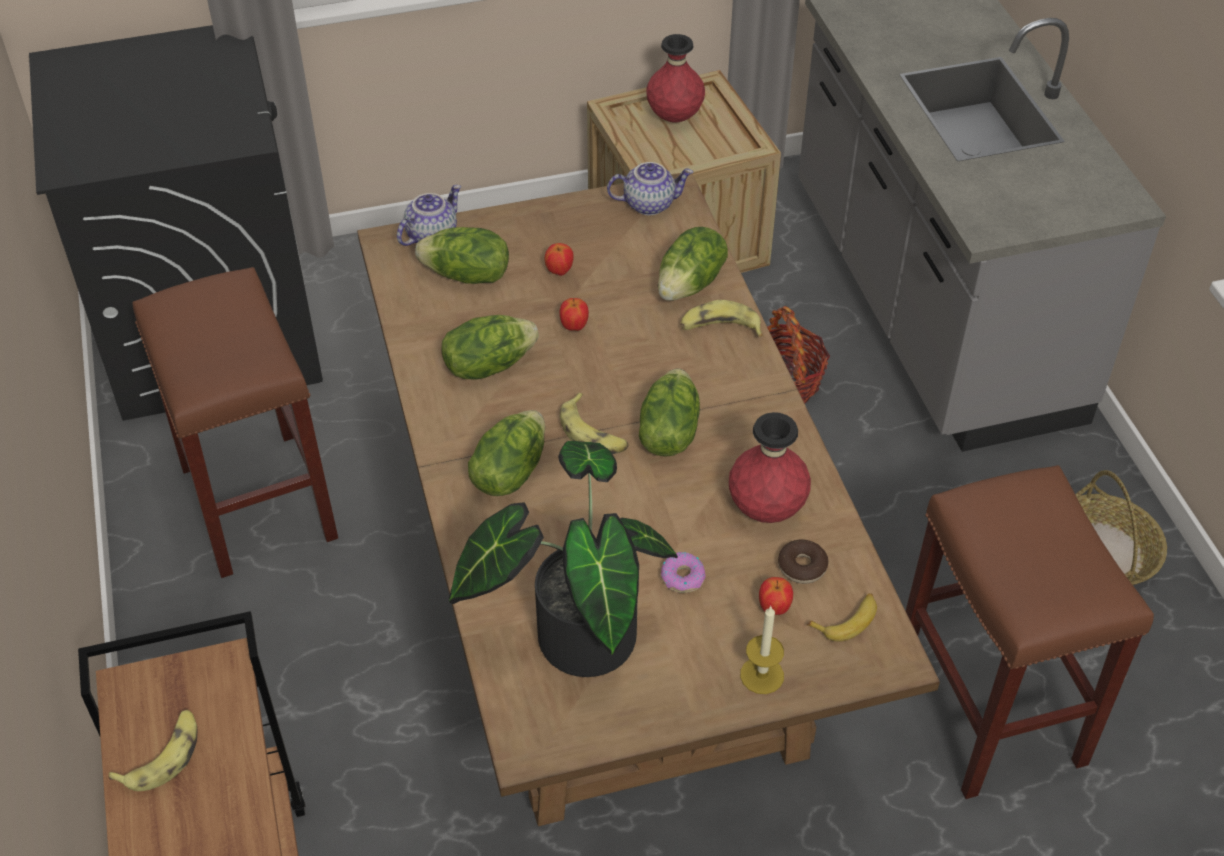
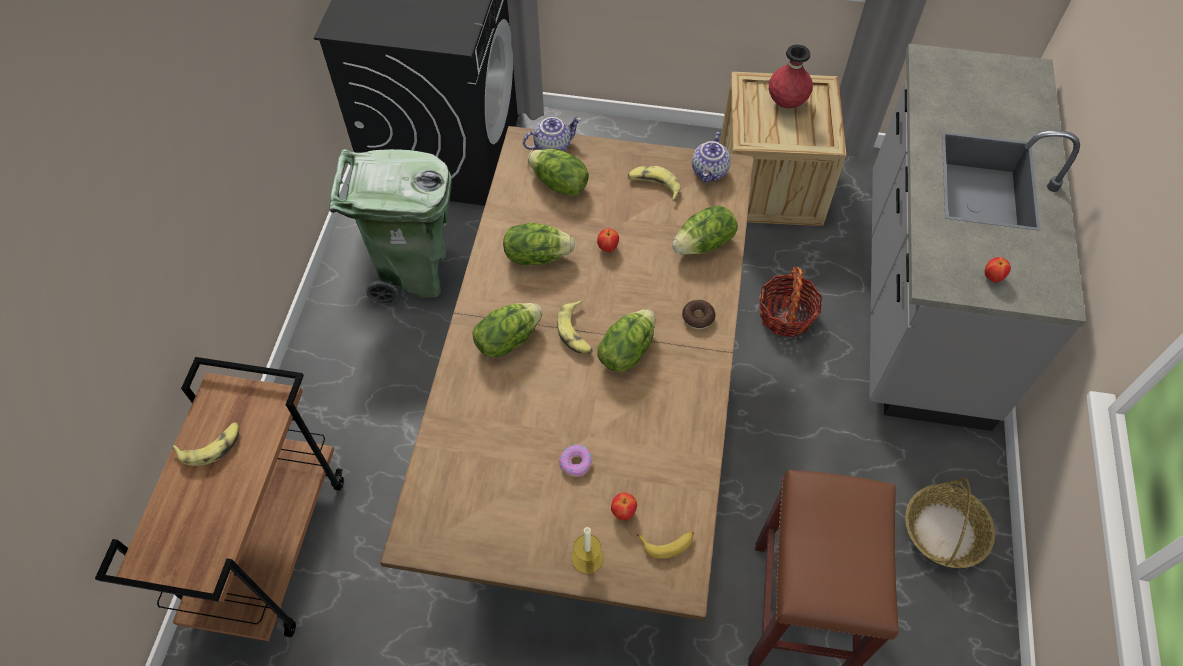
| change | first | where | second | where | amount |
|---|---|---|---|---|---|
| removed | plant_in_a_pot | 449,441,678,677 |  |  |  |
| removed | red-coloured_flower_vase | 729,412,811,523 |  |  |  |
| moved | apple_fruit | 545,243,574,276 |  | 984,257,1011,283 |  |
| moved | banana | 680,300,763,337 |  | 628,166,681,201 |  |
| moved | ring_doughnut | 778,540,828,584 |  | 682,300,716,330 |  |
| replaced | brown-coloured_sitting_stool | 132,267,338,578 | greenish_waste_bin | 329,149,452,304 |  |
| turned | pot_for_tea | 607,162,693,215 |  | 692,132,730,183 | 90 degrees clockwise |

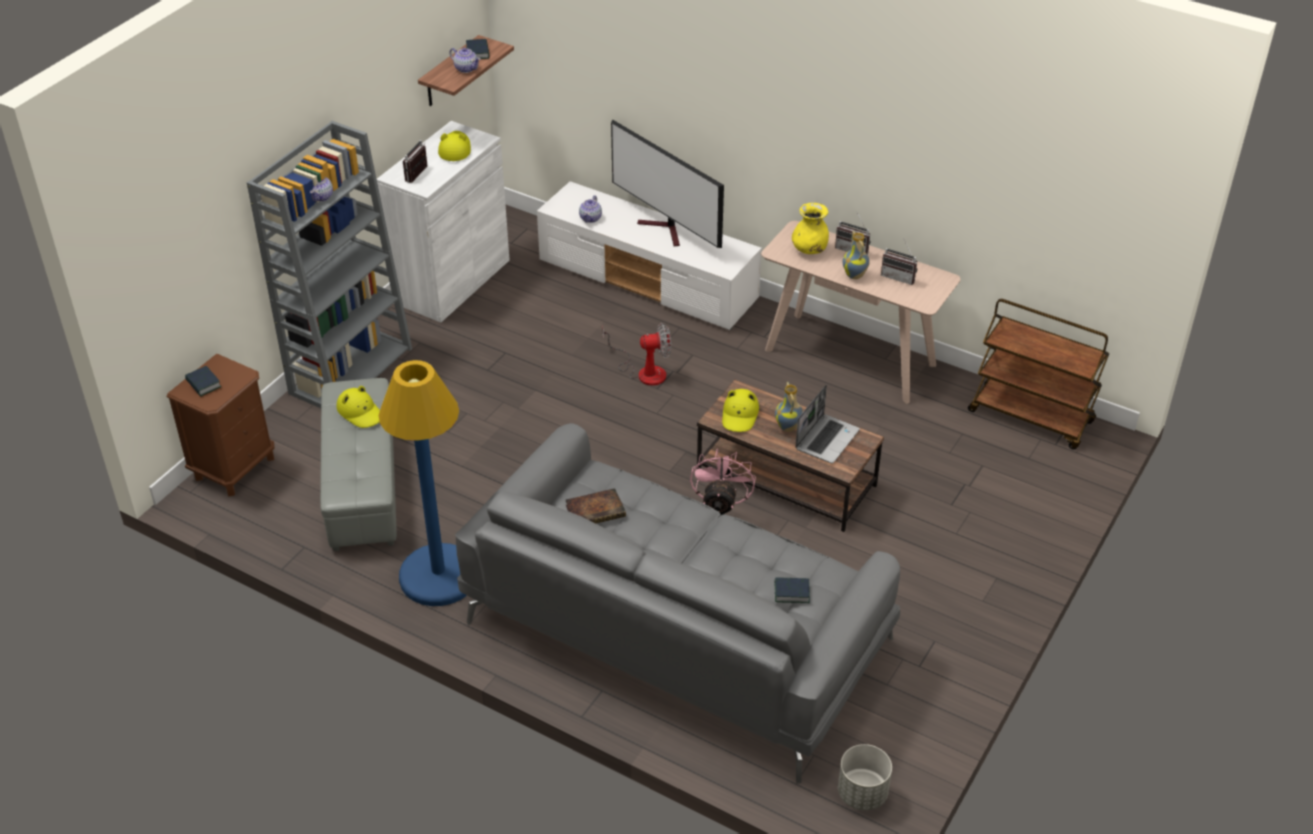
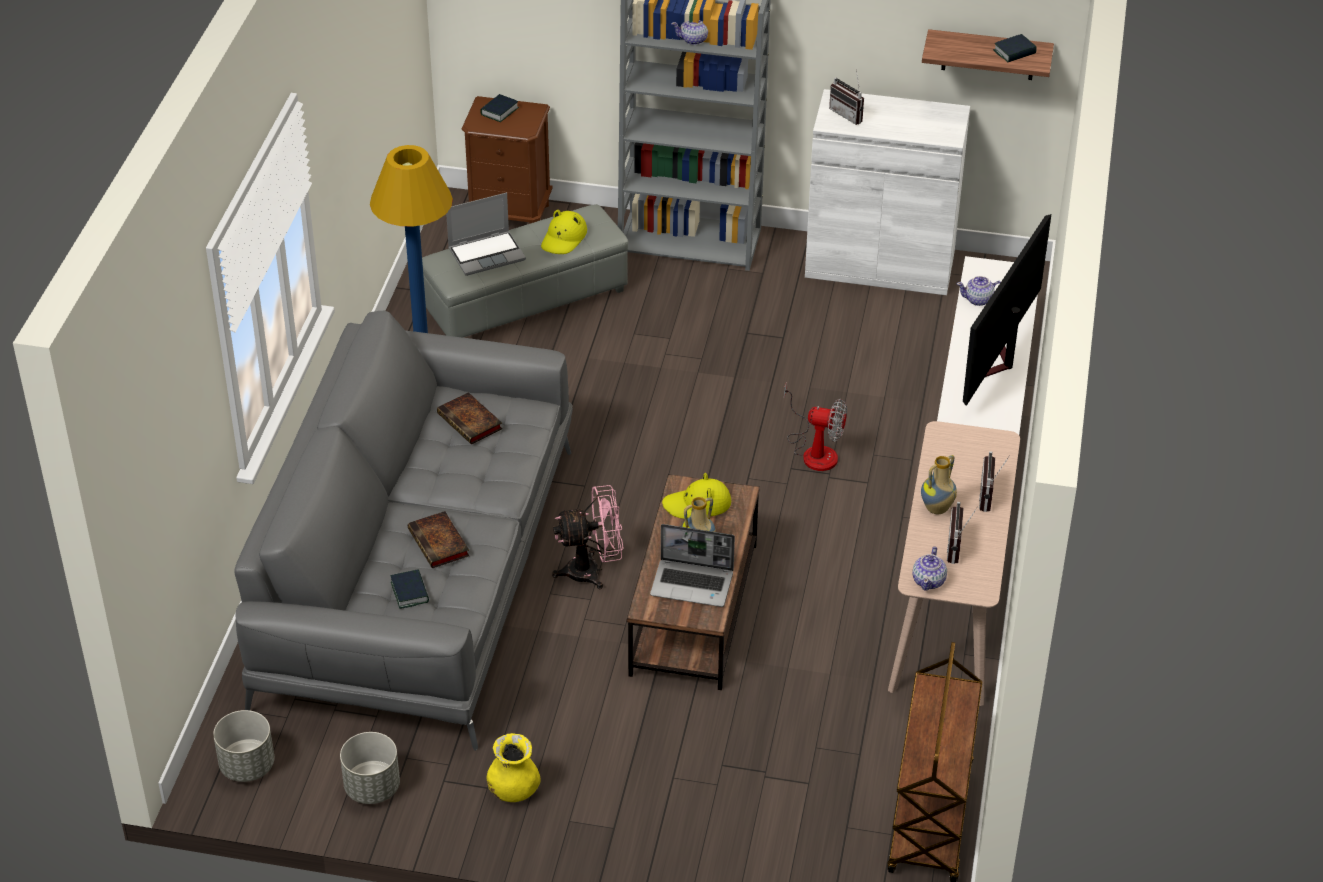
| change | first | where | second | where | amount |
|---|---|---|---|---|---|
| removed | yellow_clothing_hat | 438,131,471,161 |  |  |  |
| added |  |  | gray_plant_pot | 340,732,400,804 |  |
| added |  |  | book | 408,511,469,568 |  |
| added |  |  | portable_computer | 446,193,526,276 |  |
| moved | pot_for_tea | 450,48,480,73 |  | 912,546,947,591 |  |
| moved | yellow_flower_vase | 792,203,829,254 |  | 487,733,541,802 |  |
| turned | radio | 403,140,428,183 |  | 829,70,864,125 | 135 degrees counterclockwise |
| turned | fan | 602,323,671,386 |  | 784,382,847,471 | 45 degrees counterclockwise |

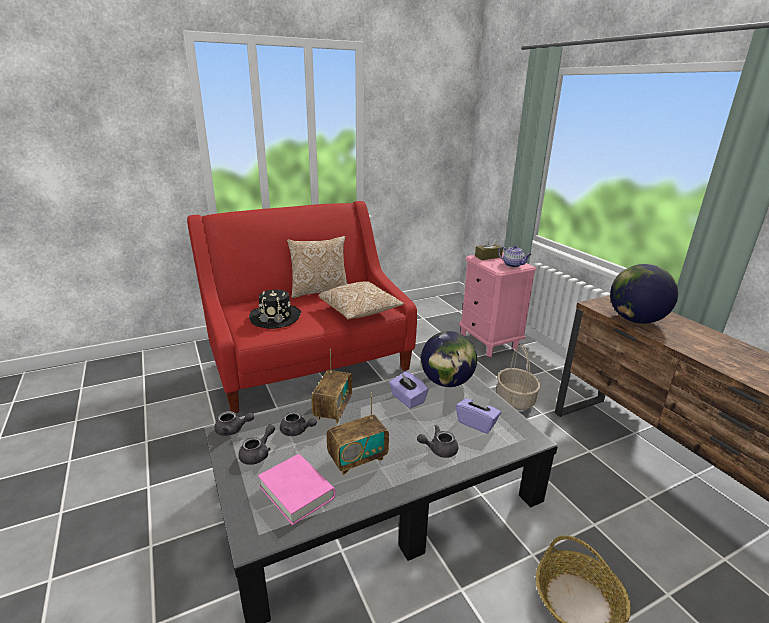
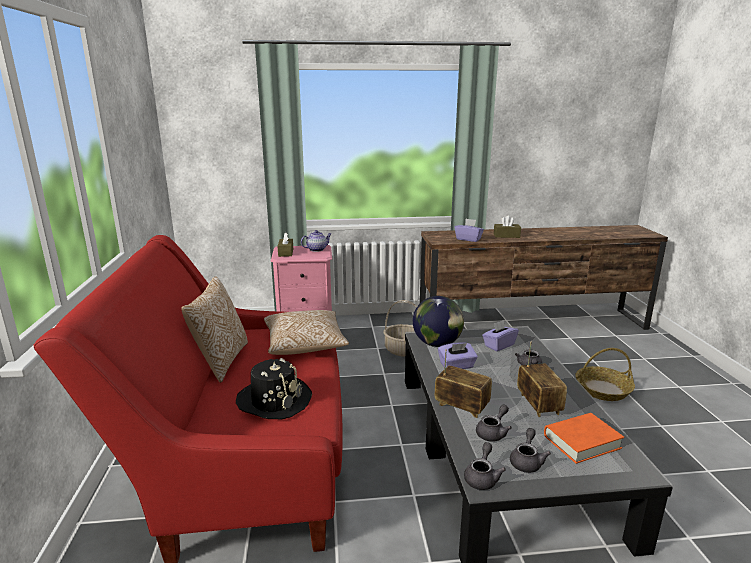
| change | first | where | second | where | amount |
|---|---|---|---|---|---|
| added |  |  | brown-coloured_tissue_holder | 494,215,521,238 |  |
| replaced | globe | 610,264,678,324 | purple-coloured_tissue_holder | 454,219,484,242 |  |
| recoloured | pink_book | 258,454,336,525 | orange_book | 544,413,624,464 |  |
| turned | gray_pot_for_tea | 238,424,275,465 |  | 510,428,551,473 | 60 degrees clockwise |

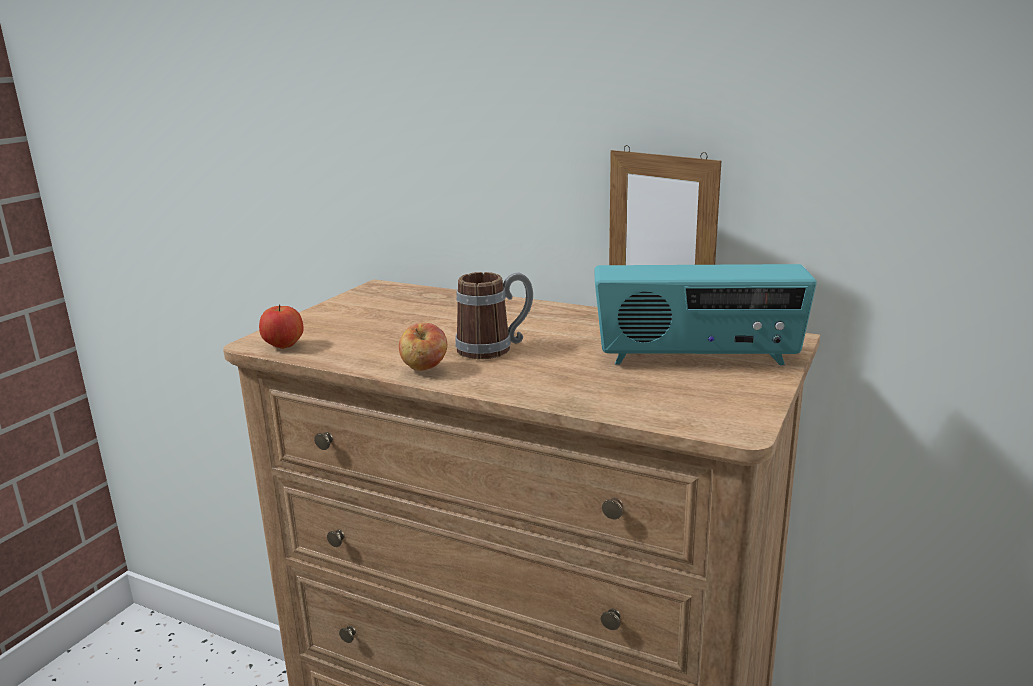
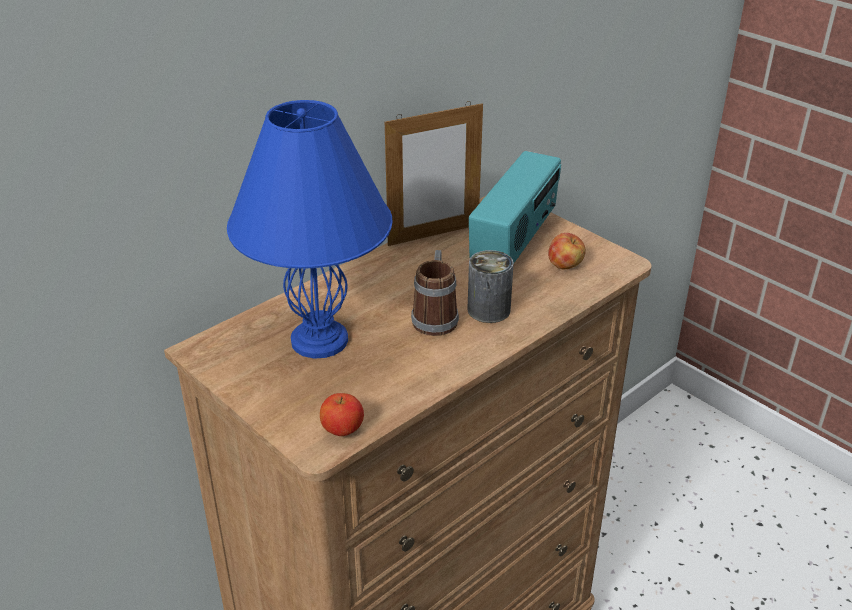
| change | first | where | second | where | amount |
|---|---|---|---|---|---|
| added |  |  | blue_table_lamp | 227,100,393,359 |  |
| added |  |  | can | 467,250,514,323 |  |
| moved | apple_fruit | 399,323,447,371 |  | 548,233,586,269 |  |

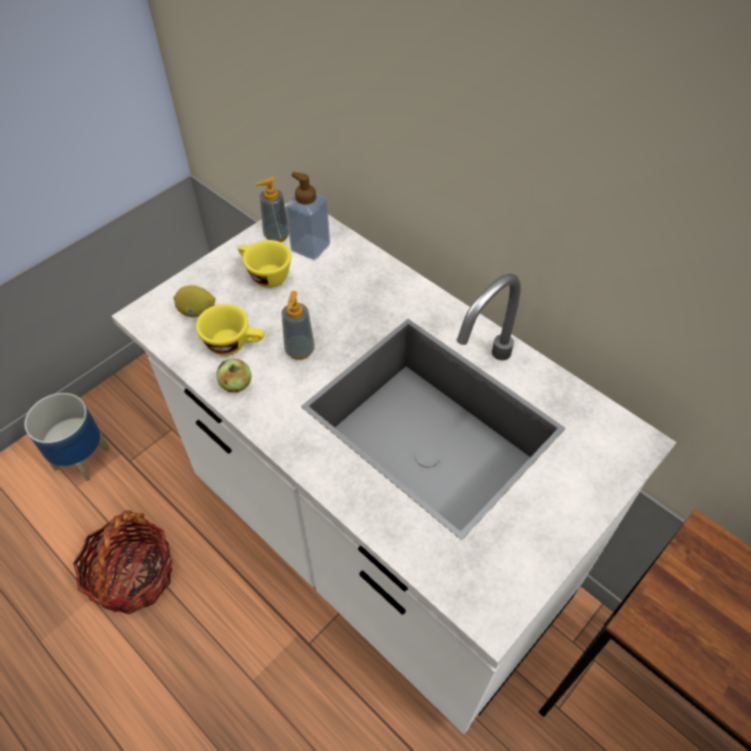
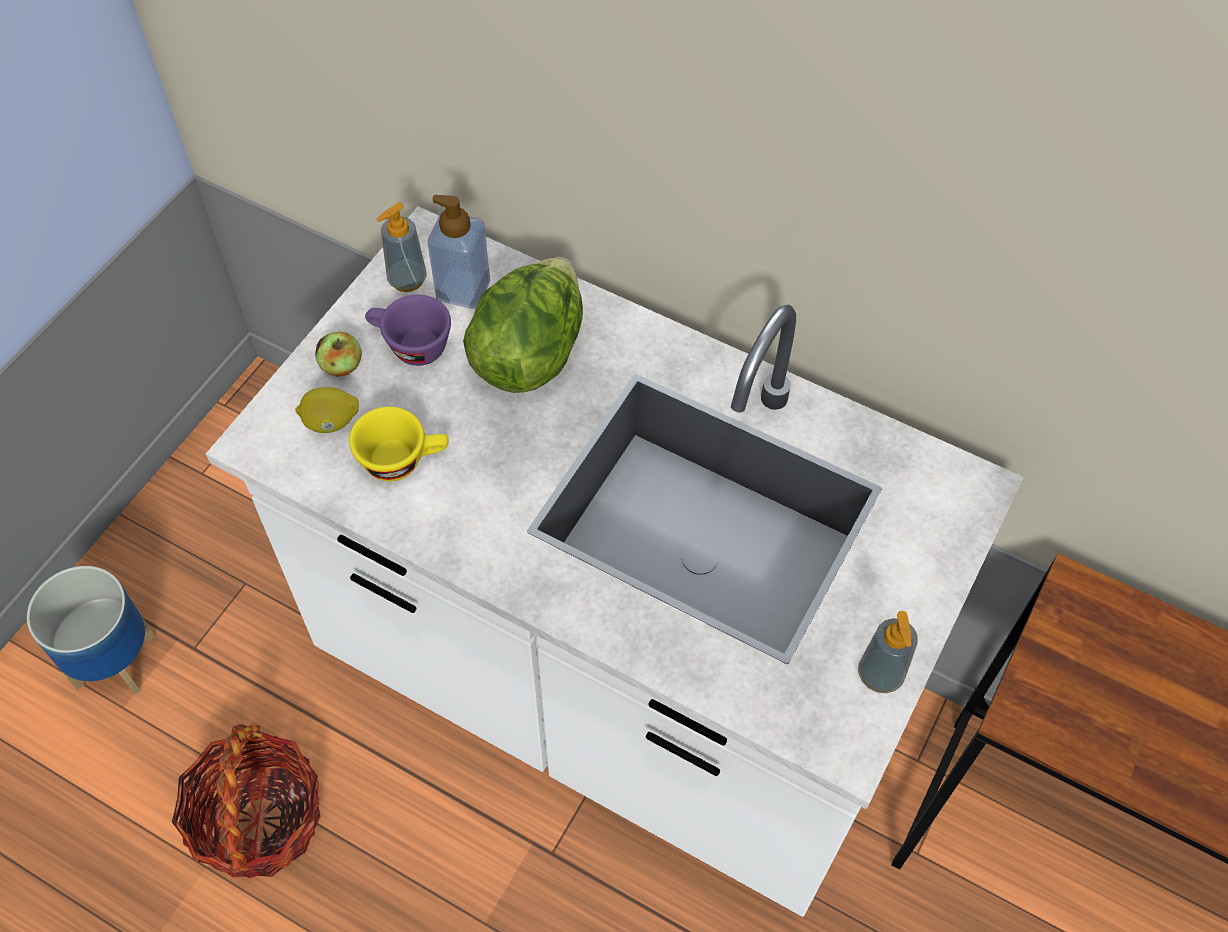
| change | first | where | second | where | amount |
|---|---|---|---|---|---|
| added |  |  | lettuce | 463,257,583,393 |  |
| moved | apple_fruit | 216,359,252,392 |  | 315,332,362,377 |  |
| moved | soap_bottle | 282,291,315,360 |  | 858,611,918,693 |  |
| recoloured | yellow_cup | 238,240,291,288 | purple-coloured_cup | 365,295,451,366 |  |

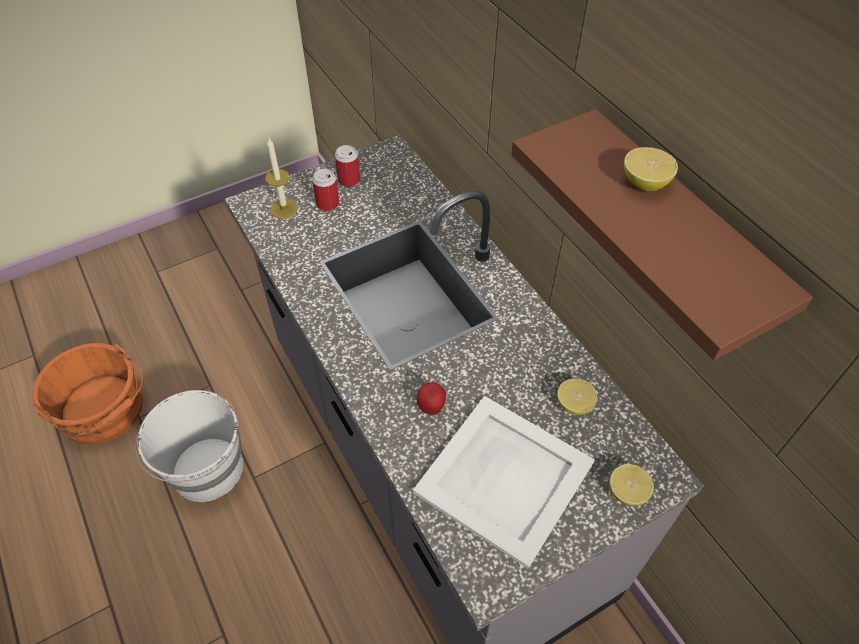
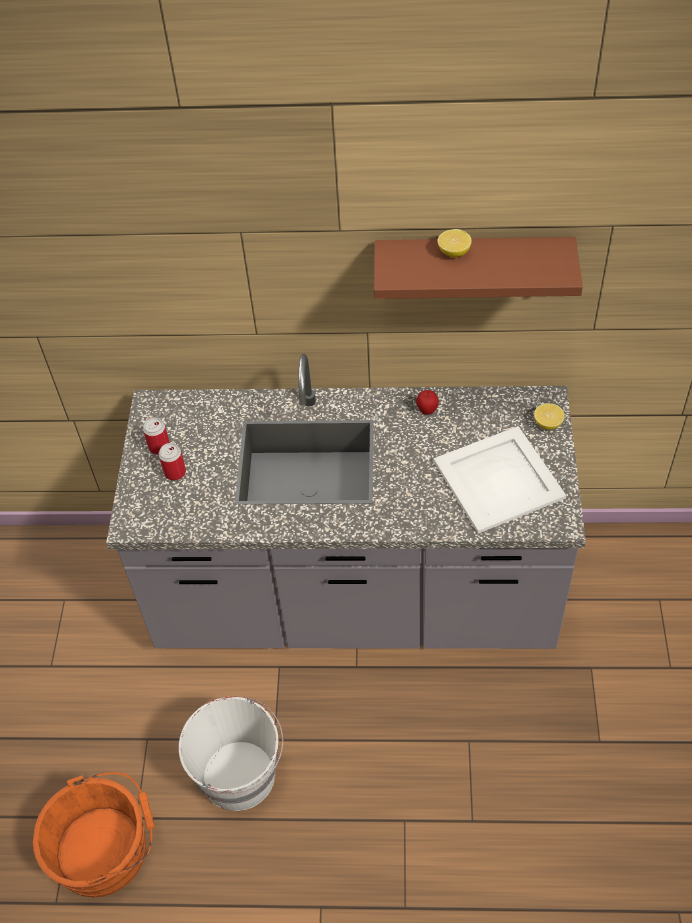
| change | first | where | second | where | amount |
|---|---|---|---|---|---|
| removed | wax_light | 265,139,298,219 |  |  |  |
| removed | whole_lemon | 557,378,597,415 |  |  |  |
| moved | apple_fruit | 417,382,446,415 |  | 416,390,439,415 |  |

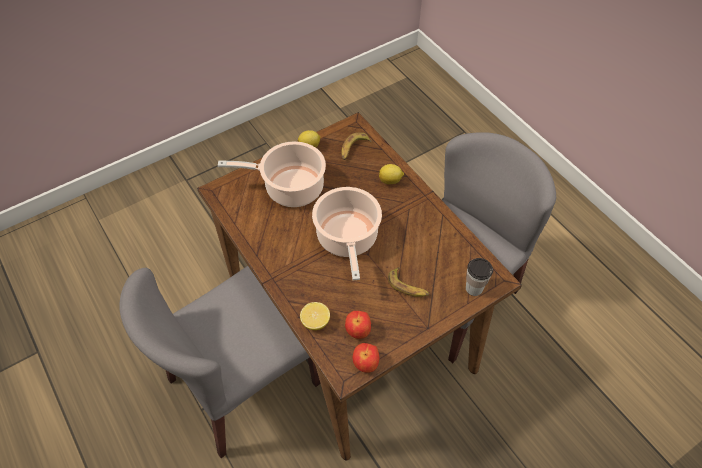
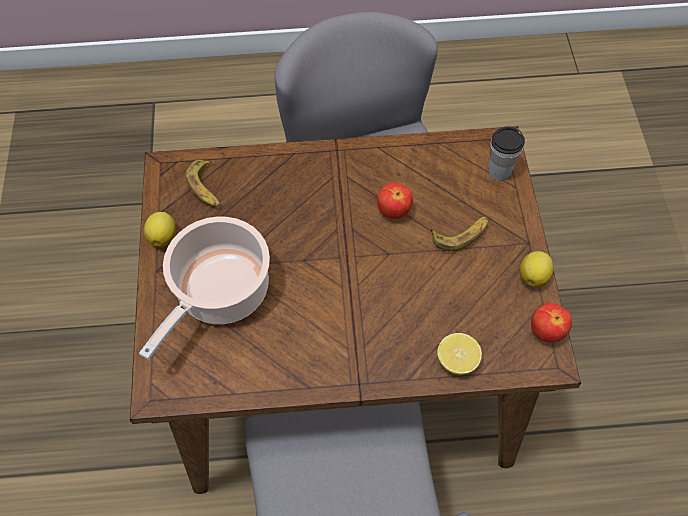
| change | first | where | second | where | amount |
|---|---|---|---|---|---|
| removed | stockpot | 312,187,382,280 |  |  |  |
| moved | apple_fruit | 345,311,371,339 |  | 377,182,413,219 |  |
| moved | whole_lemon | 379,164,404,184 |  | 519,251,554,288 |  |

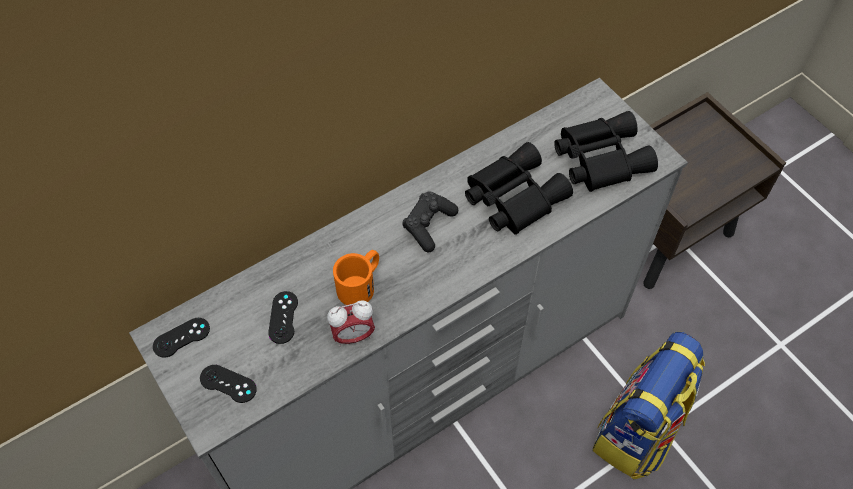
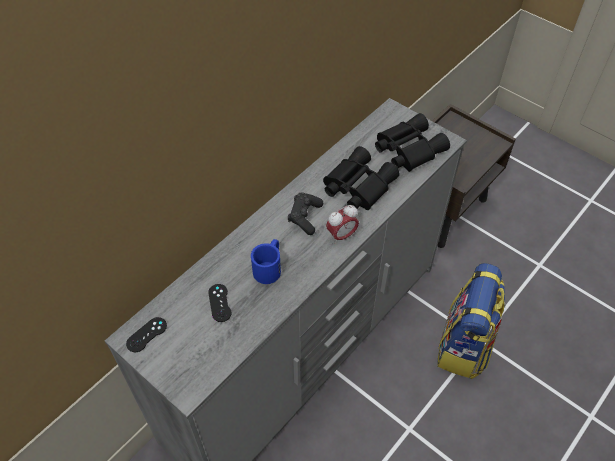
| change | first | where | second | where | amount |
|---|---|---|---|---|---|
| removed | black_game_controller | 200,365,257,403 |  |  |  |
| moved | bedside_clock | 327,300,375,346 |  | 326,205,359,244 |  |
| recoloured | orange_coffee_mug | 333,250,379,305 | blue_coffee_mug | 251,239,281,284 |  |

